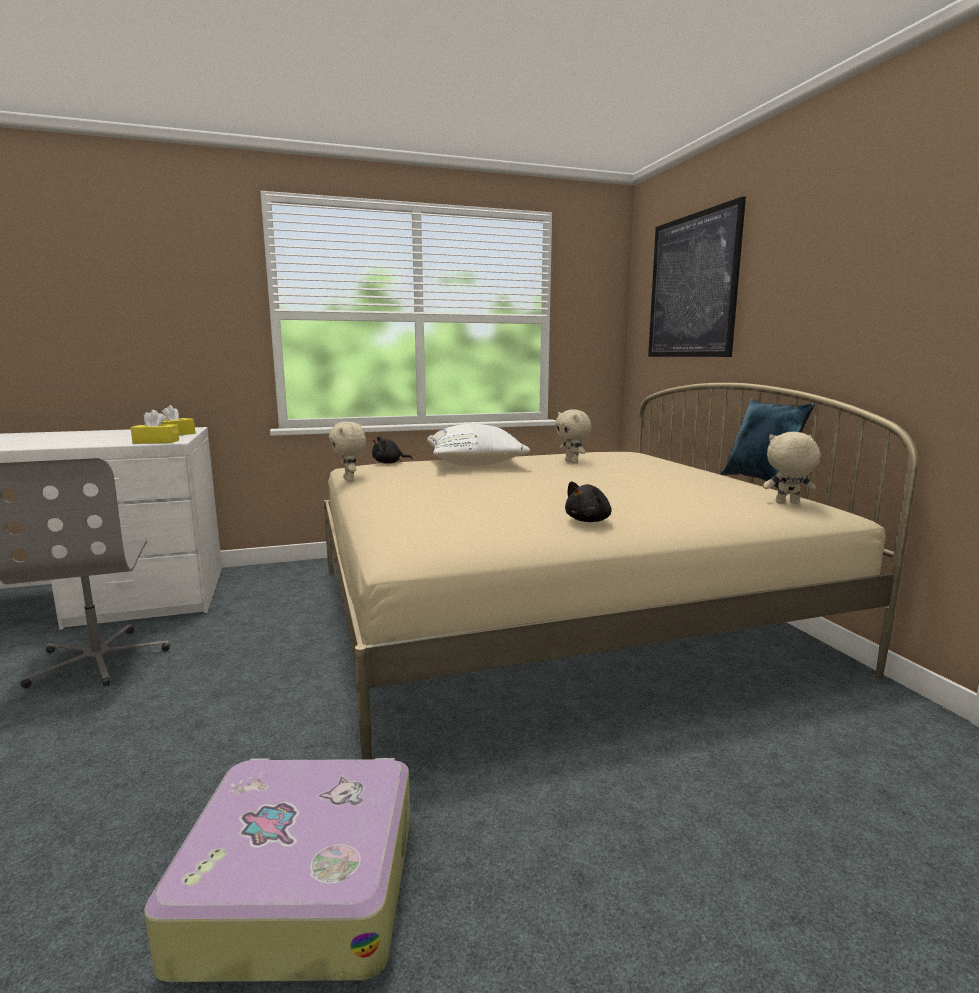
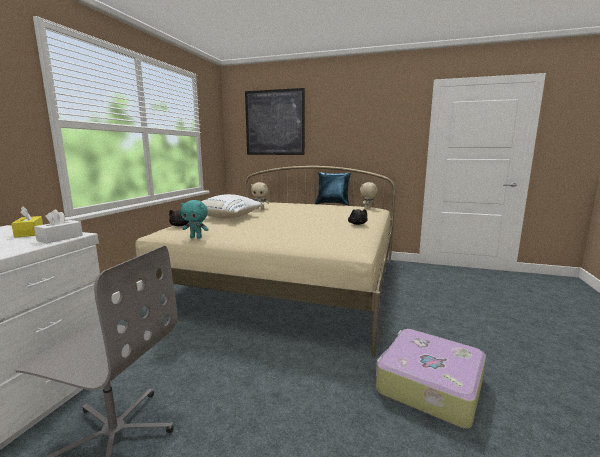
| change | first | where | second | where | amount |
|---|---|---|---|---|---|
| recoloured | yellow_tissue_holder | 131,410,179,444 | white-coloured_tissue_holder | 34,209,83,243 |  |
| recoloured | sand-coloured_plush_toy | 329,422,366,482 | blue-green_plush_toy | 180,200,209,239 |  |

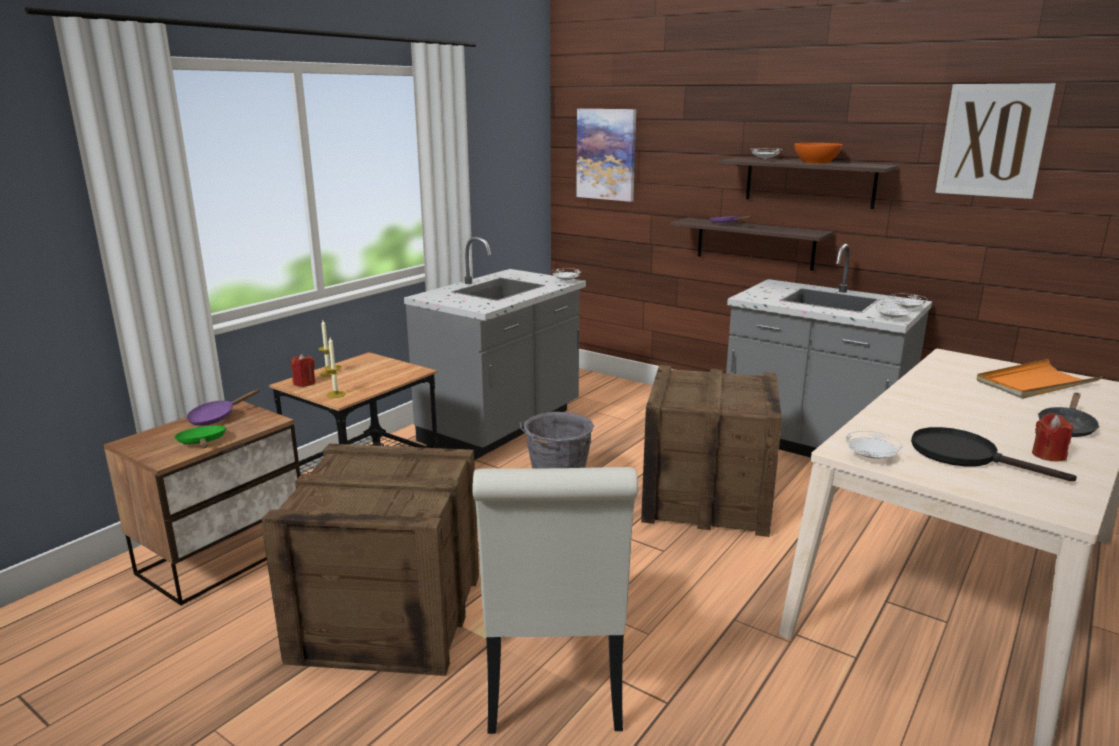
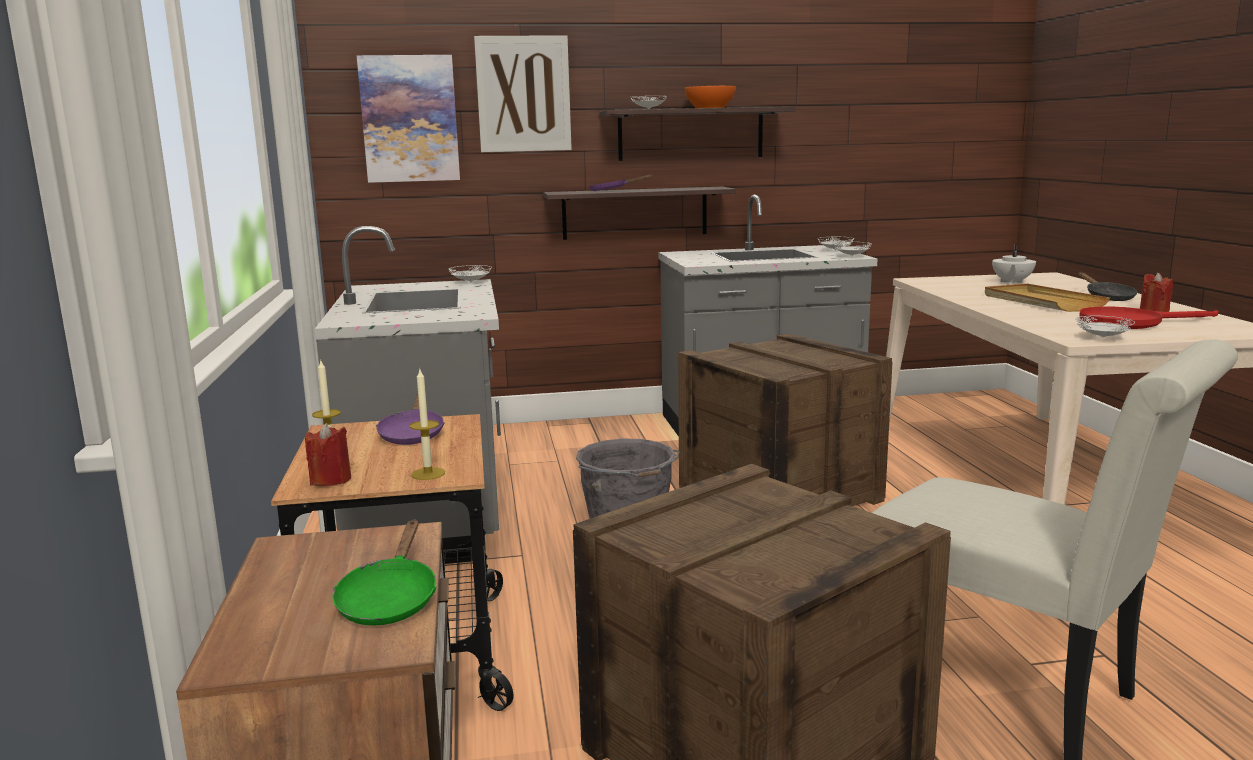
| change | first | where | second | where | amount |
|---|---|---|---|---|---|
| added |  |  | sand-coloured_serving_tray | 985,284,1110,312 |  |
| moved | purple-coloured_skillet | 186,389,260,426 |  | 376,392,445,445 |  |
| moved | picture | 935,83,1056,199 |  | 474,35,572,152 |  |
| replaced | orange_serving_tray | 977,359,1103,399 | white-coloured_pot_for_tea | 992,244,1036,284 |  |
| recoloured | black_skillet | 911,427,1077,481 | red-coloured_skillet | 1079,307,1218,329 |  |
| turned | greenish_skillet | 174,425,227,448 |  | 333,520,437,626 | 105 degrees counterclockwise |

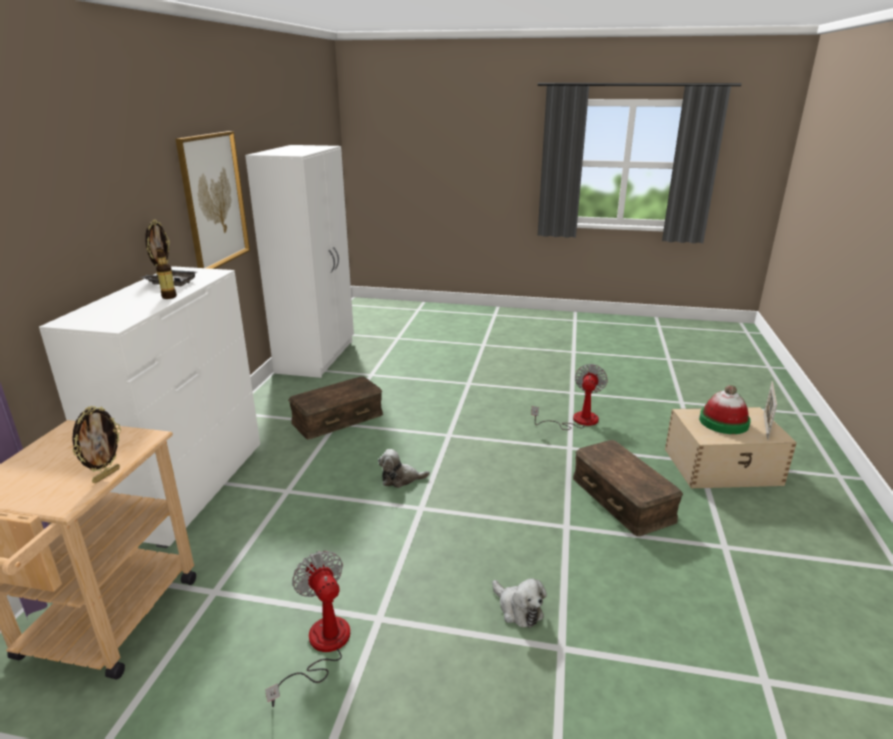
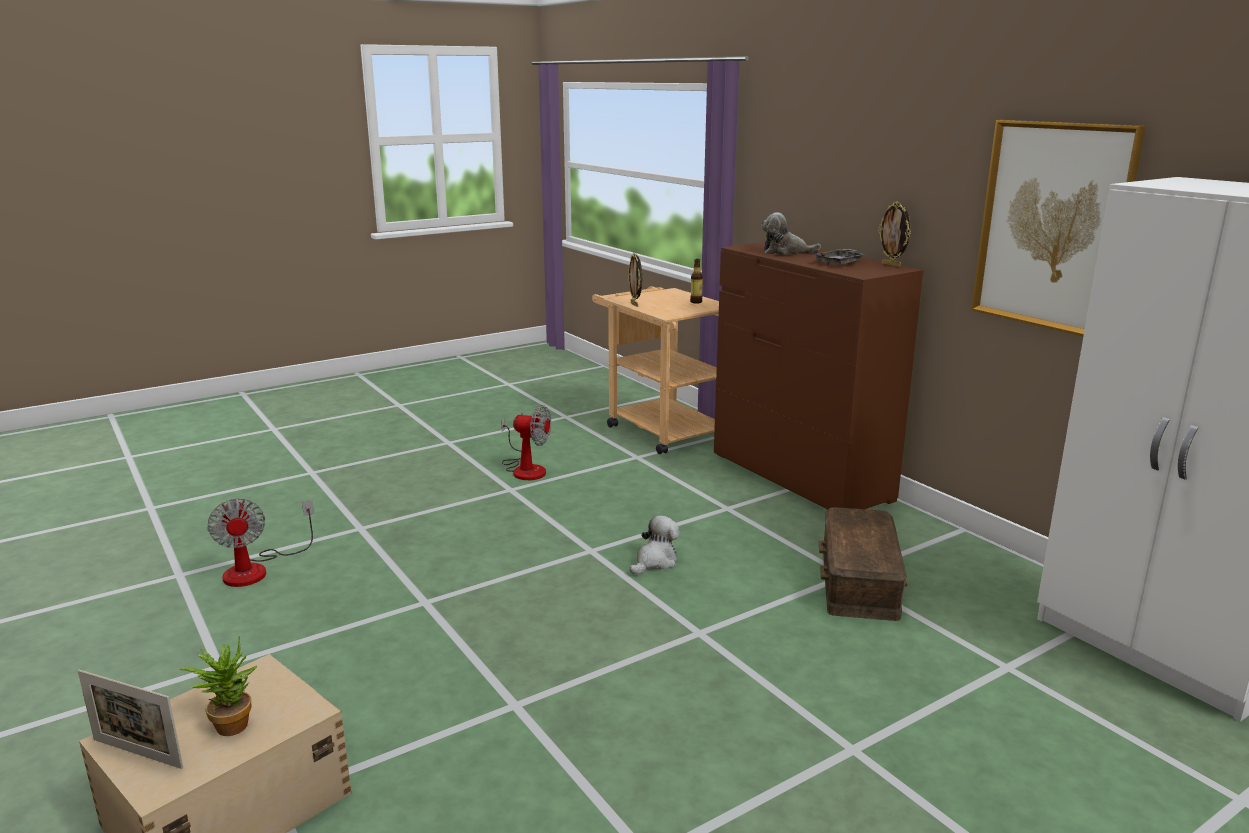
| change | first | where | second | where | amount |
|---|---|---|---|---|---|
| removed | brown-coloured_storage_bin | 573,440,683,536 |  |  |  |
| moved | beverage_bottle | 156,247,177,299 |  | 690,259,703,303 |  |
| moved | plush_toy | 492,578,547,628 |  | 761,213,821,255 |  |
| moved | fan | 531,364,608,430 |  | 207,498,314,587 |  |
| replaced | clothing_hat | 699,385,751,434 | plant_in_a_pot | 180,637,257,736 |  |
| recoloured | white-coloured_drawer_chest | 39,266,260,548 | brown-coloured_drawer_chest | 714,242,923,510 |  |
| turned | picture_frame | 764,381,777,440 |  | 78,670,183,769 | 135 degrees clockwise |

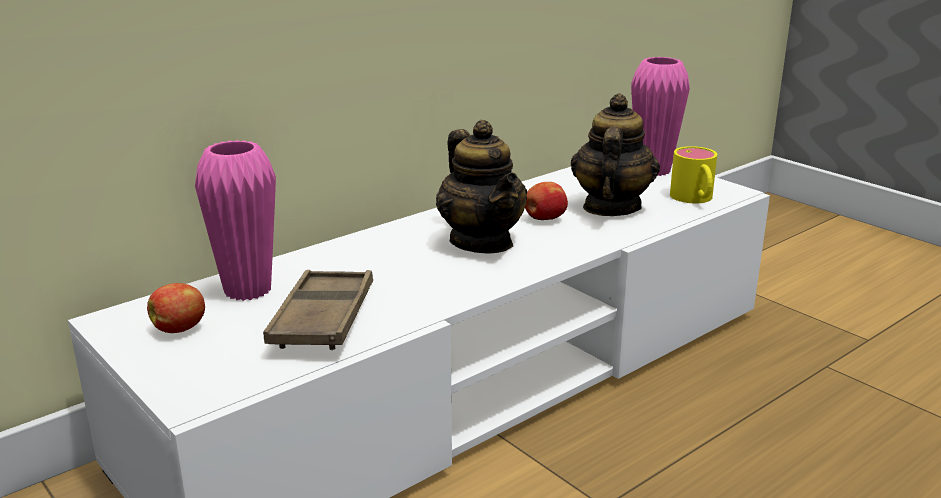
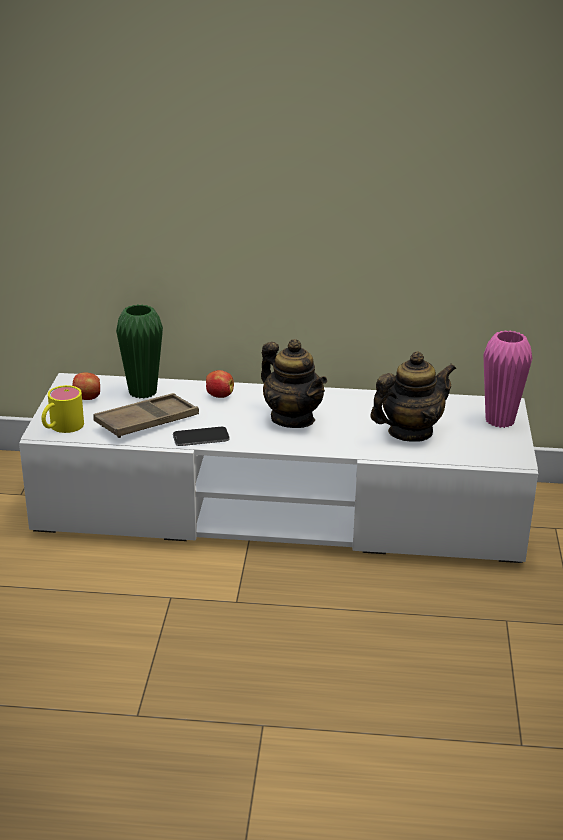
| change | first | where | second | where | amount |
|---|---|---|---|---|---|
| added |  |  | telephone | 173,427,230,446 |  |
| moved | apple_fruit | 525,182,568,220 |  | 206,370,234,398 |  |
| moved | yellow_coffee_mug | 670,146,717,203 |  | 42,385,84,433 |  |
| recoloured | pink_flower_vase | 195,140,276,301 | greenish_flower_vase | 116,304,163,399 |  |
| turned | pot_for_tea | 436,120,527,254 |  | 261,339,327,428 | 60 degrees counterclockwise |

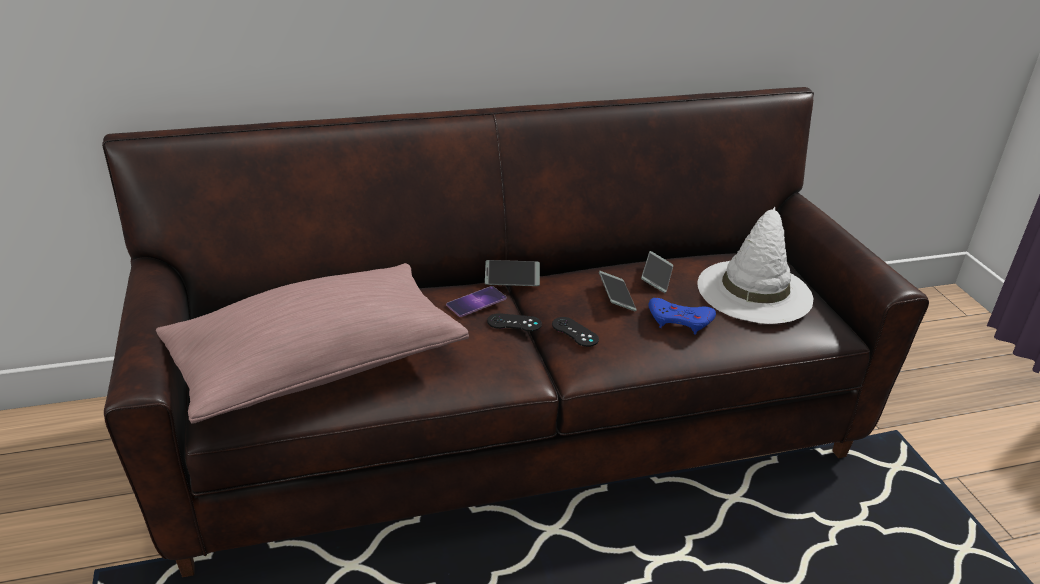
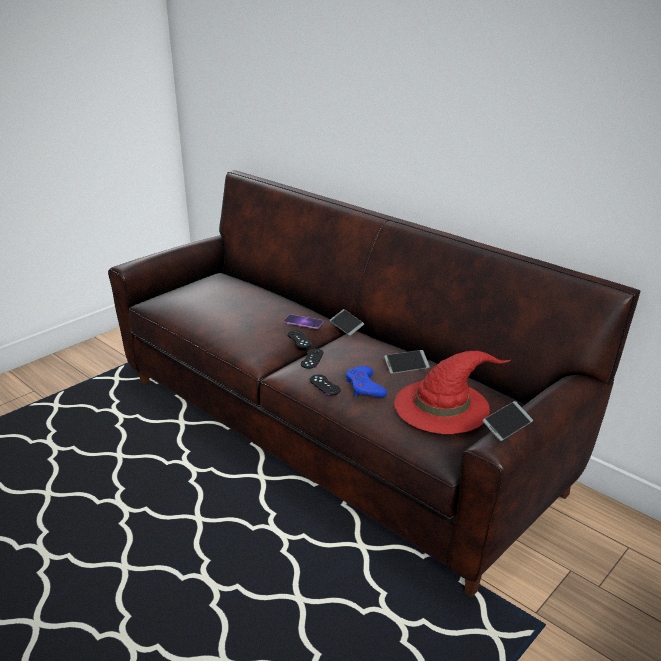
| change | first | where | second | where | amount |
|---|---|---|---|---|---|
| removed | pink_pillow | 156,263,469,424 |  |  |  |
| added |  |  | black_game_controller | 310,375,341,395 |  |
| moved | telephone | 599,271,636,311 |  | 483,401,533,441 |  |
| recoloured | white-coloured_clothing_hat | 697,207,814,324 | red-coloured_clothing_hat | 394,351,510,434 |  |

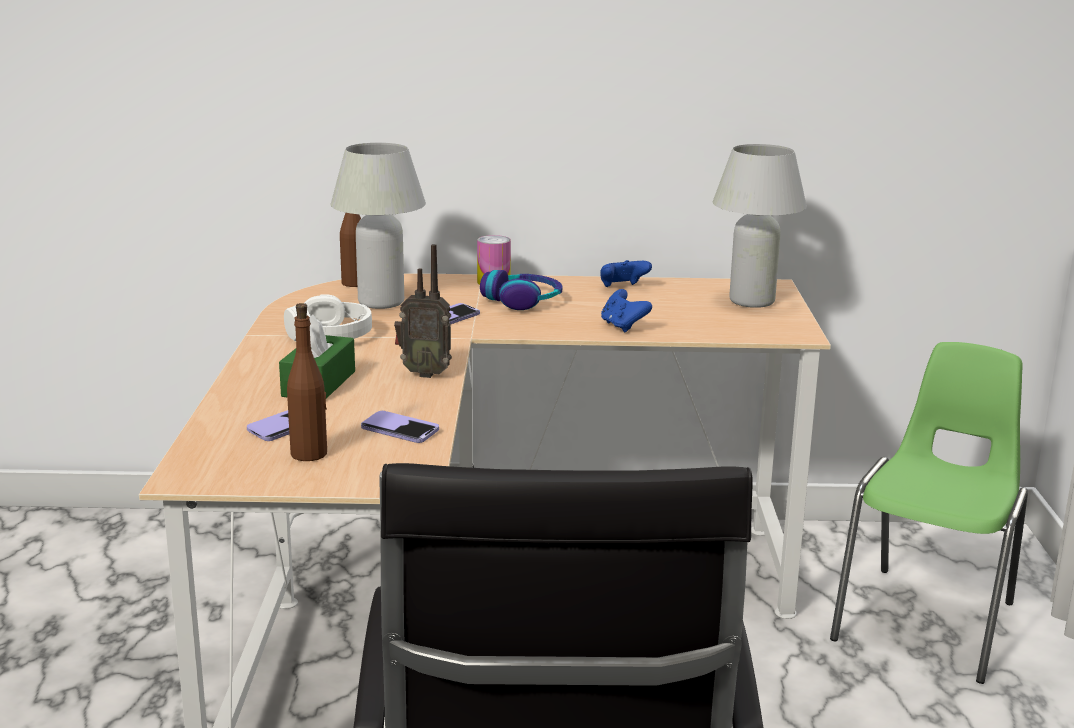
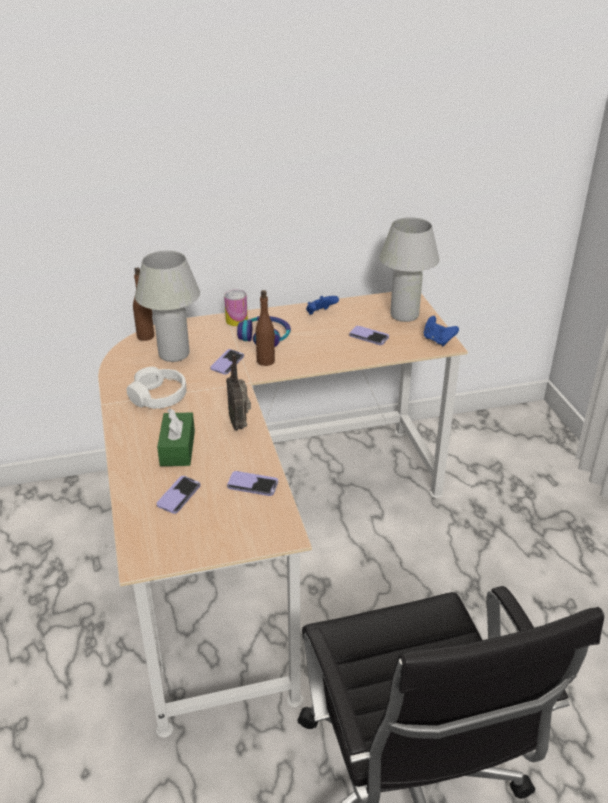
| change | first | where | second | where | amount |
|---|---|---|---|---|---|
| removed | greenish_plain_chair | 830,342,1028,684 |  |  |  |
| added |  |  | telephone | 349,326,389,345 |  |
| moved | brown-coloured_beverage_bottle | 287,303,327,461 |  | 256,290,275,366 |  |
| moved | blue_game_controller | 601,289,652,332 |  | 424,316,459,346 |  |
| turned | radio | 394,244,452,378 |  | 226,354,251,430 | 75 degrees clockwise |

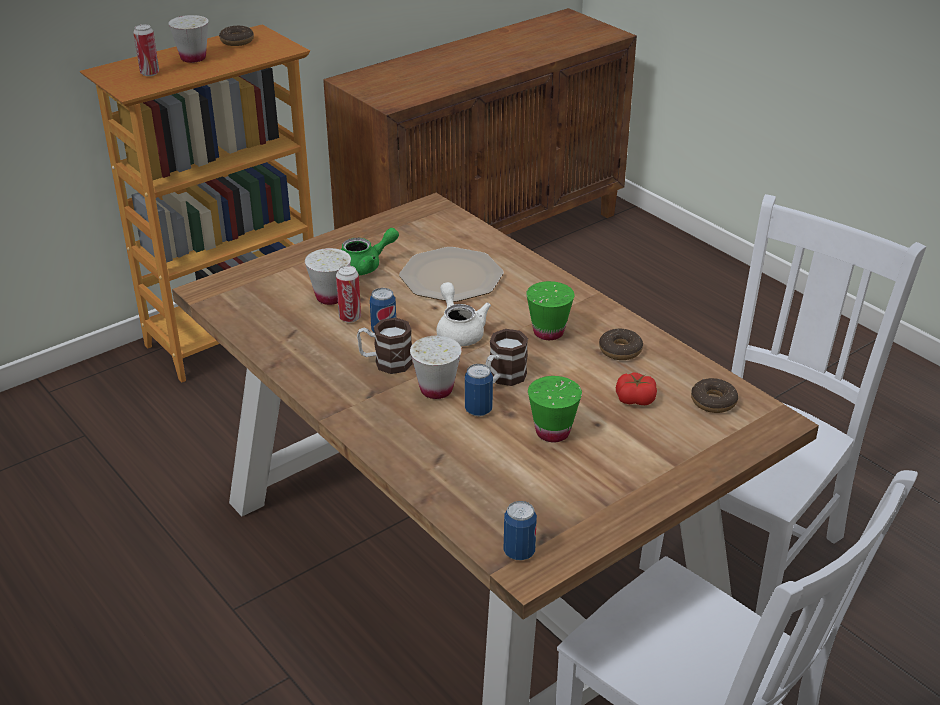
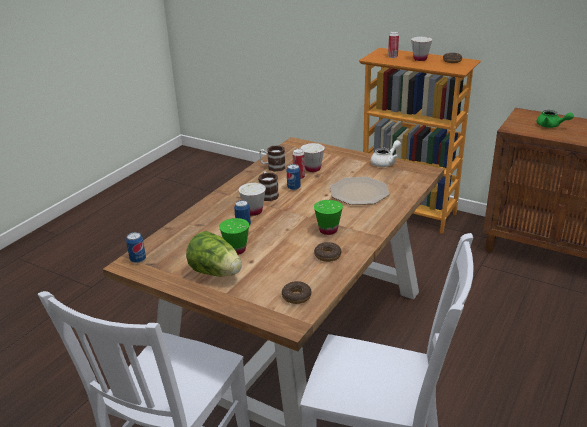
| change | first | where | second | where | amount |
|---|---|---|---|---|---|
| removed | tomato | 616,372,657,405 |  |  |  |
| added |  |  | lettuce | 186,231,242,276 |  |
| moved | greenish_pot_for_tea | 340,228,399,275 |  | 537,110,574,128 |  |
| moved | white-coloured_pot_for_tea | 436,282,491,346 |  | 371,140,401,167 |  |
| moved | coffee_mug | 485,329,528,386 |  | 259,145,286,172 |  |

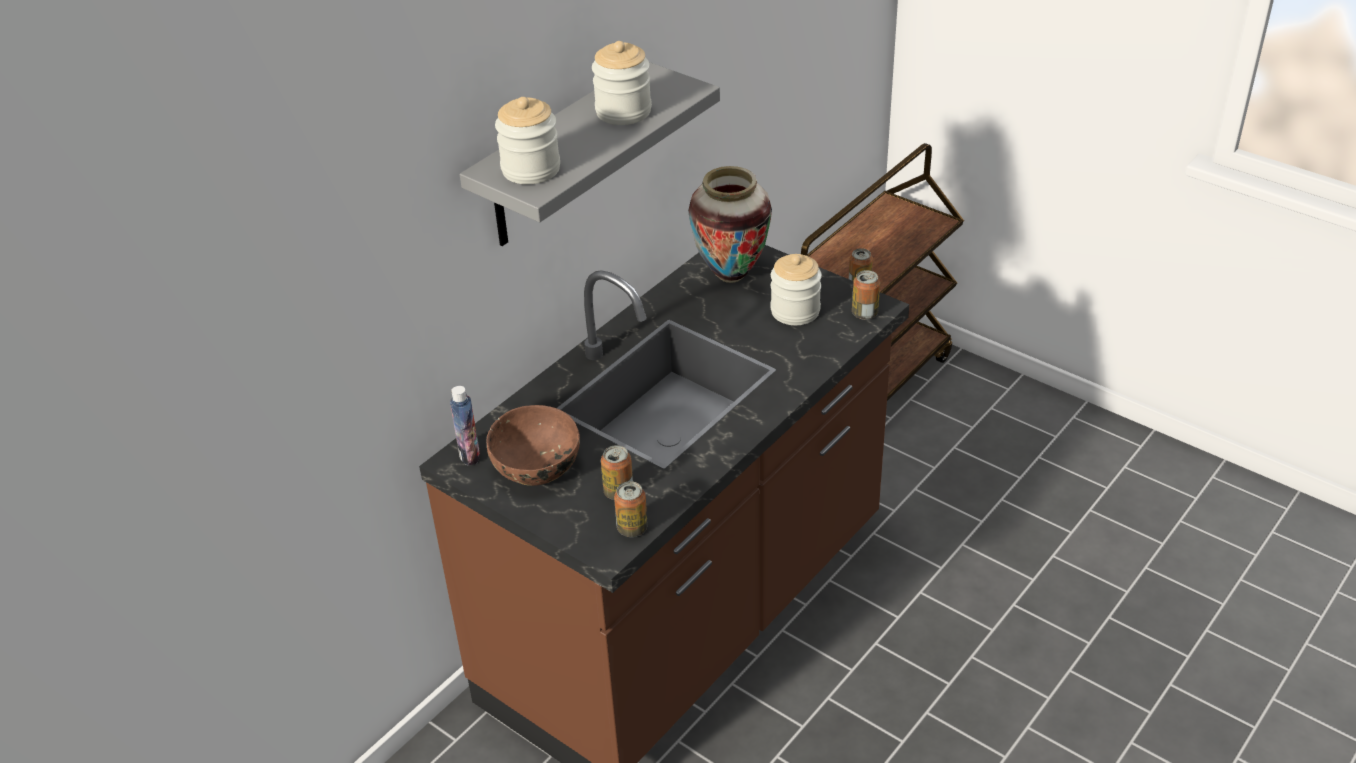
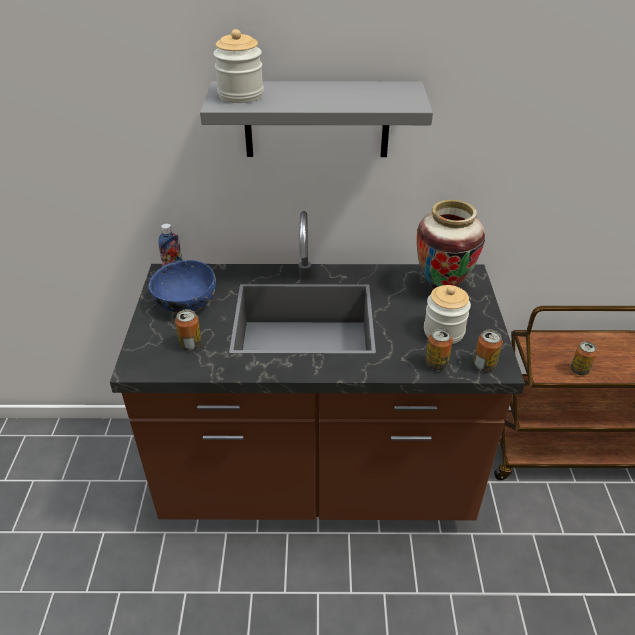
| change | first | where | second | where | amount |
|---|---|---|---|---|---|
| removed | jar | 592,41,652,125 |  |  |  |
| moved | can | 614,481,648,537 |  | 425,328,453,370 |  |
| recoloured | brown-coloured_deep_dish | 486,405,580,486 | blue_deep_dish | 149,260,216,314 |  |

